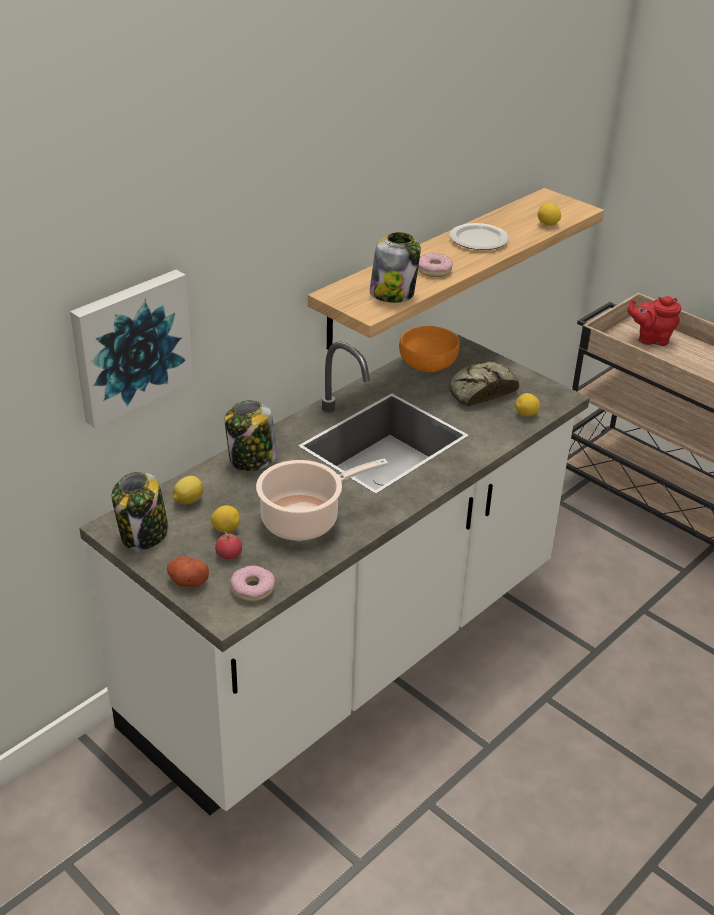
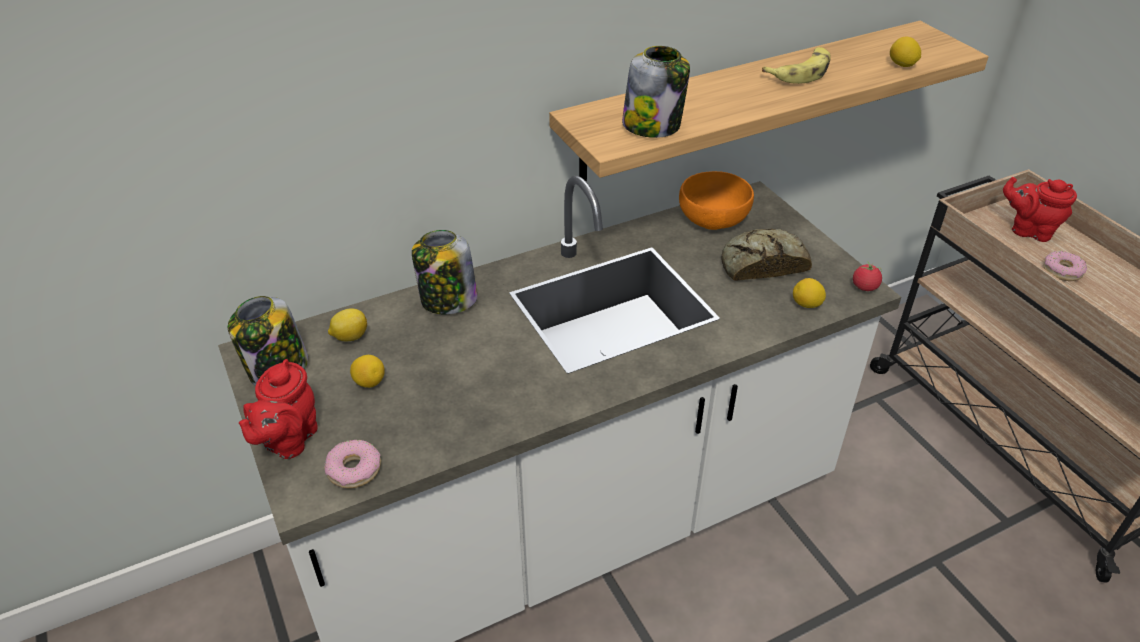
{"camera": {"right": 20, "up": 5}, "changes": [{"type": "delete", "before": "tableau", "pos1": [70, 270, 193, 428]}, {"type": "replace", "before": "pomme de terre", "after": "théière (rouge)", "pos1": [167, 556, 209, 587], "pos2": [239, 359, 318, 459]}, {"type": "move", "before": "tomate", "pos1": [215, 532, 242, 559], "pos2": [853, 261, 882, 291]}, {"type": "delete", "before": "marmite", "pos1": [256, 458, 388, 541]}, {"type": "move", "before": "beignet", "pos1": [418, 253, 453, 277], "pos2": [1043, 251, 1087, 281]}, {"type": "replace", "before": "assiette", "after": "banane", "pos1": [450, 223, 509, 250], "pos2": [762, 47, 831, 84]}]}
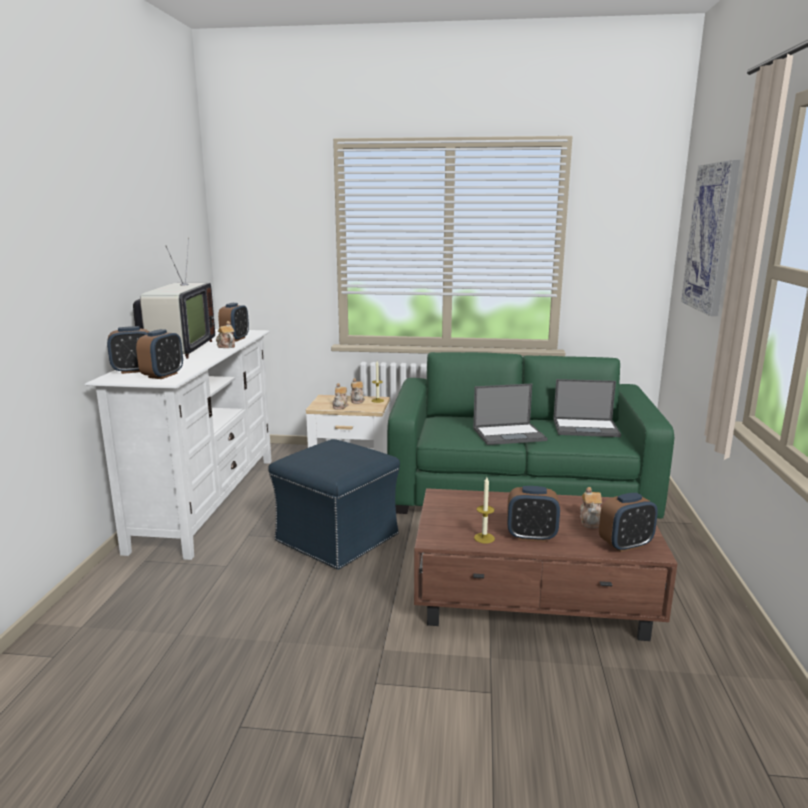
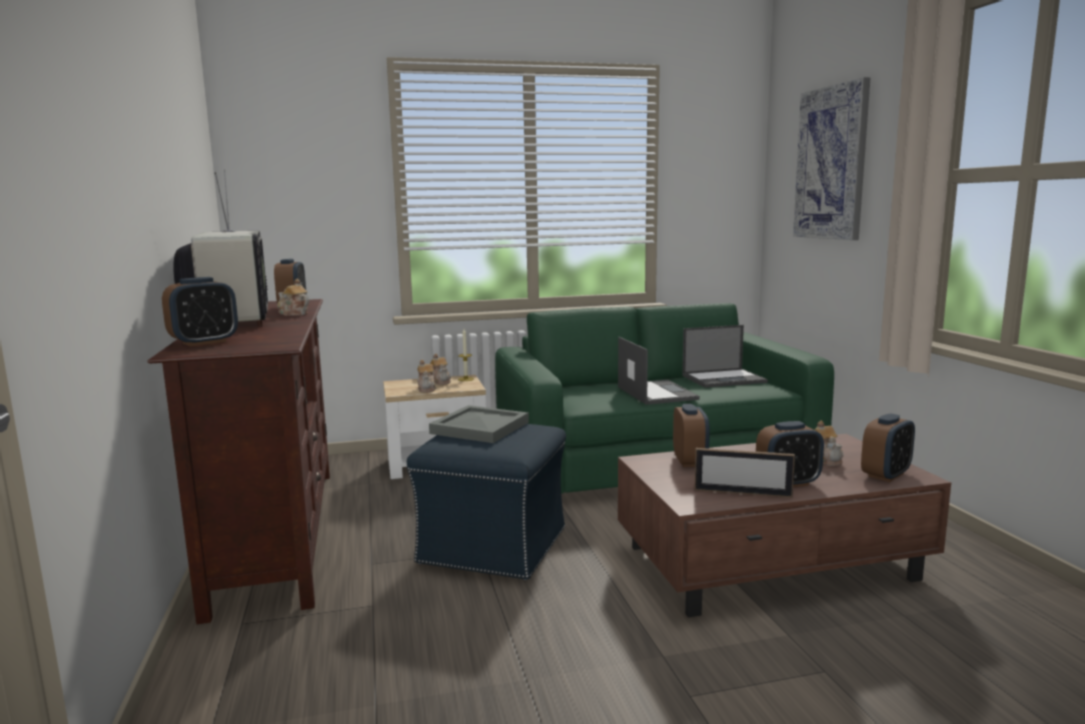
{"camera": {"right": -20, "up": -5}, "changes": [{"type": "recolor", "before": "meuble télé (blanc)", "after": "meuble télé (marron)", "pos1": [84, 329, 272, 560], "pos2": [147, 299, 330, 624]}, {"type": "move", "before": "réveil", "pos1": [136, 329, 183, 379], "pos2": [673, 404, 710, 467]}, {"type": "rotate", "before": "ordinateur portable", "pos1": [473, 384, 547, 445], "pos2": [618, 337, 700, 405], "turn": -75}, {"type": "replace", "before": "bougie", "after": "cadre photo", "pos1": [474, 477, 495, 543], "pos2": [694, 448, 795, 498]}, {"type": "insert", "after": "plateau (gris)", "pos2": [429, 405, 529, 443]}]}
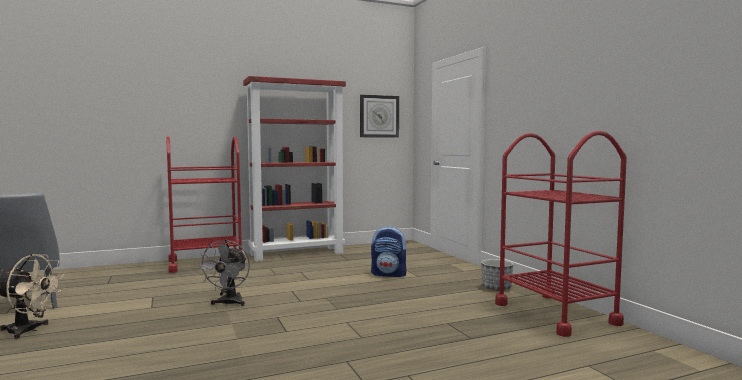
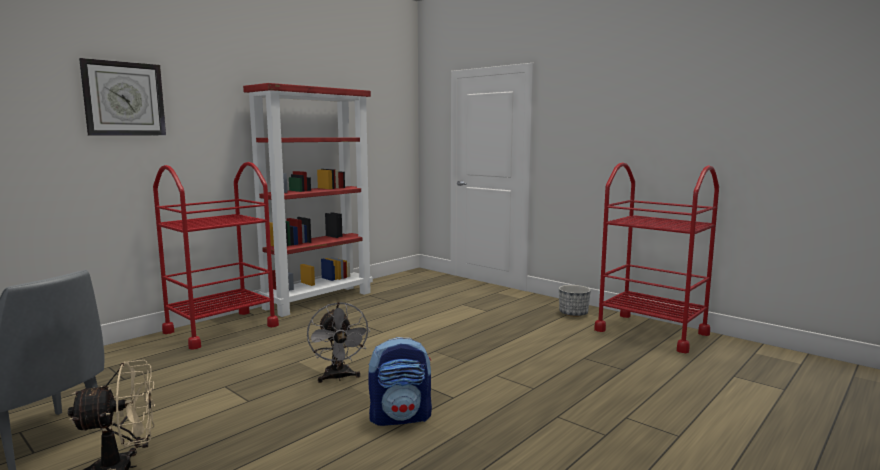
{"camera": {"right": -25, "up": 5}, "changes": [{"type": "move", "before": "horloge murale", "pos1": [360, 94, 399, 138], "pos2": [79, 58, 166, 135]}, {"type": "move", "before": "sac à dos", "pos1": [371, 226, 408, 277], "pos2": [368, 337, 432, 426]}]}
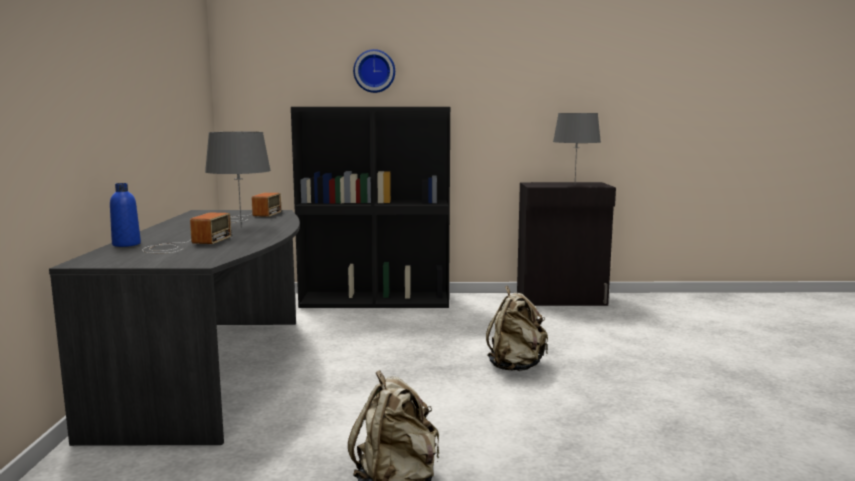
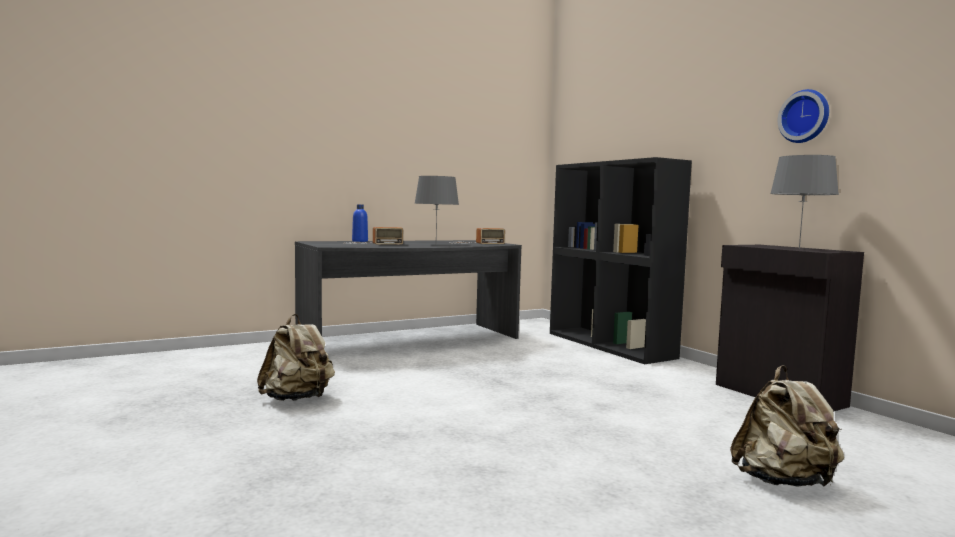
{"camera": {"right": 60, "up": -5}, "changes": [{"type": "move", "before": "horloge murale", "pos1": [353, 49, 395, 93], "pos2": [778, 89, 829, 143]}, {"type": "move", "before": "sac à dos (beige)", "pos1": [486, 286, 548, 371], "pos2": [730, 365, 844, 487]}]}
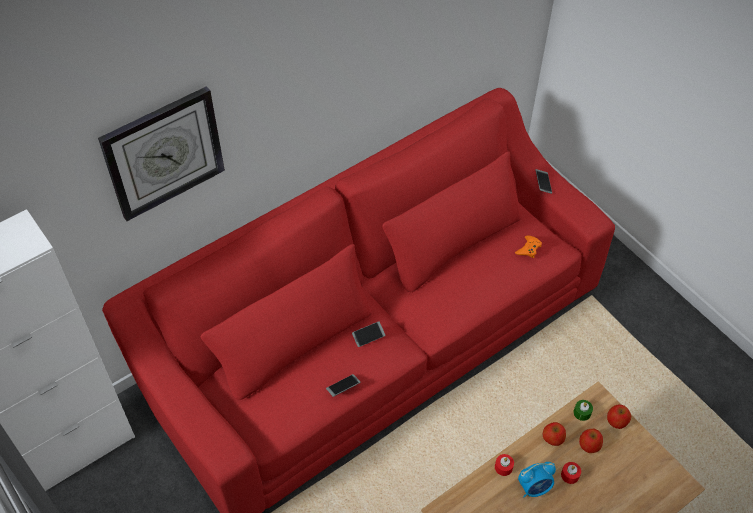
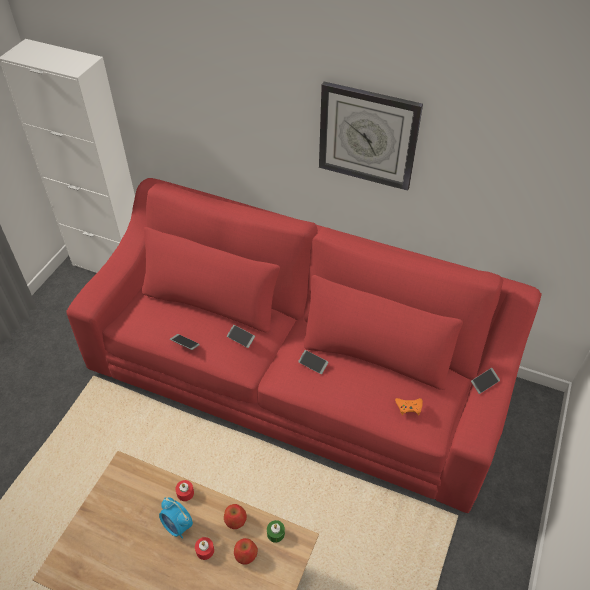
{"camera": {"right": 60, "up": -5}, "changes": [{"type": "move", "before": "horloge murale", "pos1": [98, 86, 225, 221], "pos2": [319, 82, 423, 191]}, {"type": "delete", "before": "pomme", "pos1": [607, 405, 631, 429]}, {"type": "insert", "after": "téléphone", "pos2": [298, 350, 328, 374]}]}
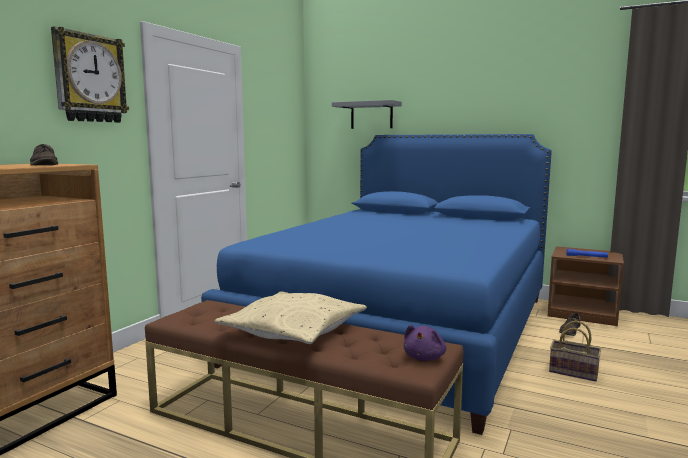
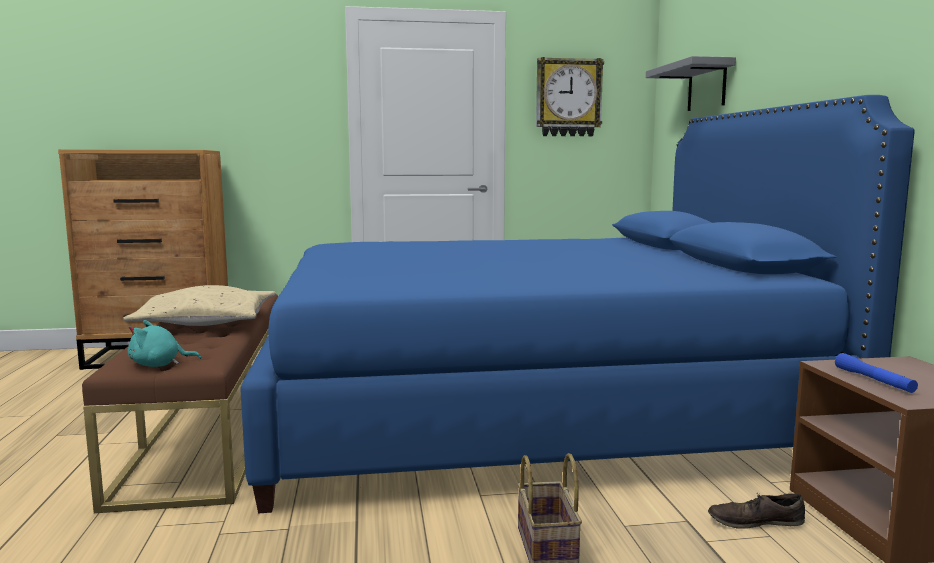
{"camera": {"right": 55, "up": 0}, "changes": [{"type": "delete", "before": "chaussure (marron)", "pos1": [30, 144, 58, 165]}, {"type": "move", "before": "horloge murale", "pos1": [51, 26, 129, 123], "pos2": [536, 57, 604, 136]}, {"type": "recolor", "before": "peluche (violet)", "after": "peluche (turquoise)", "pos1": [404, 325, 447, 361], "pos2": [128, 320, 201, 367]}]}
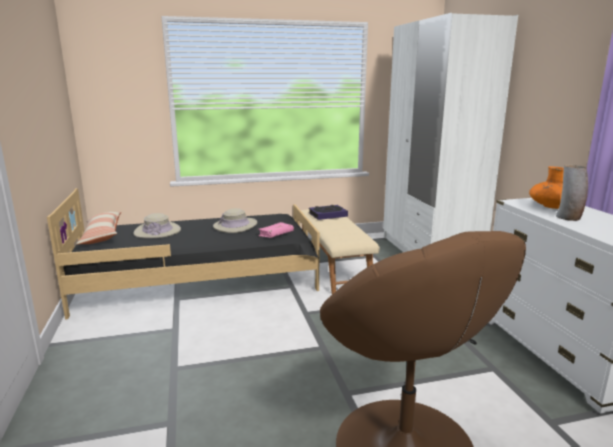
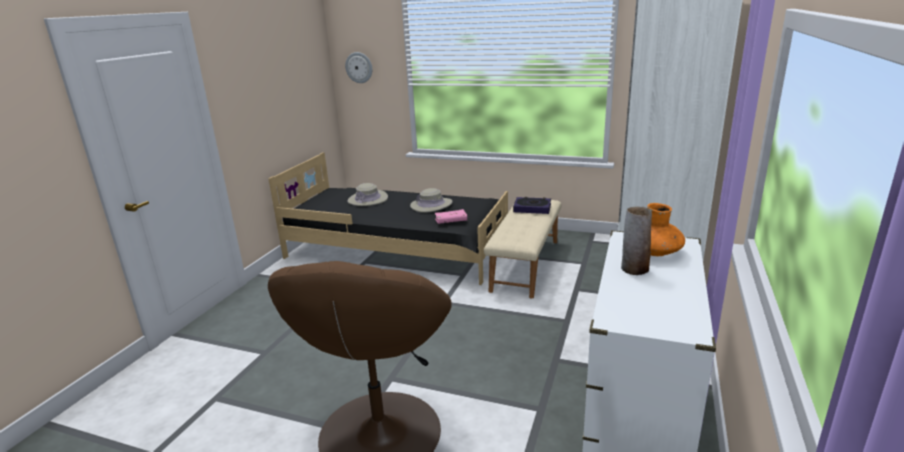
{"camera": {"right": 35, "up": 5}, "changes": [{"type": "delete", "before": "coussin", "pos1": [76, 212, 121, 245]}, {"type": "insert", "after": "horloge murale", "pos2": [345, 52, 372, 83]}]}
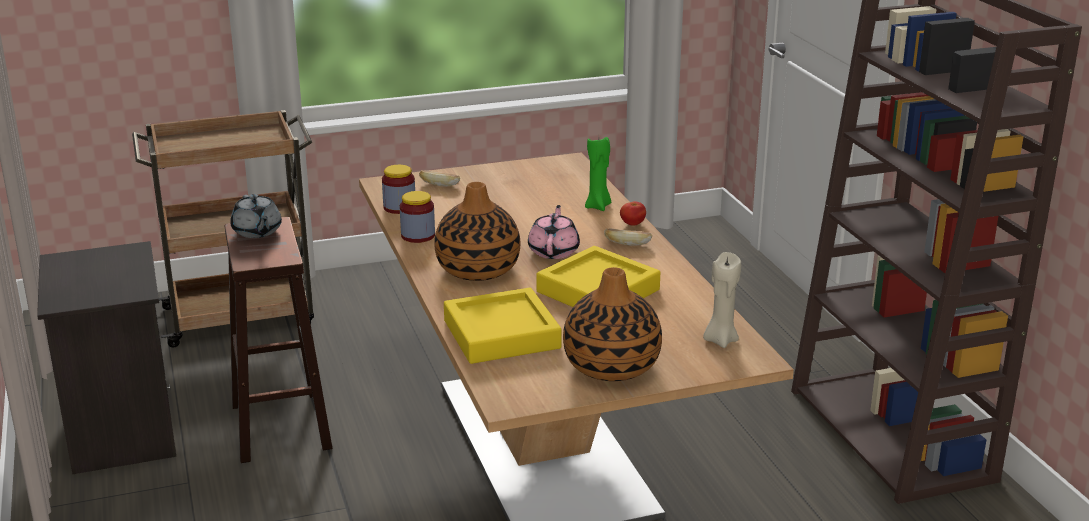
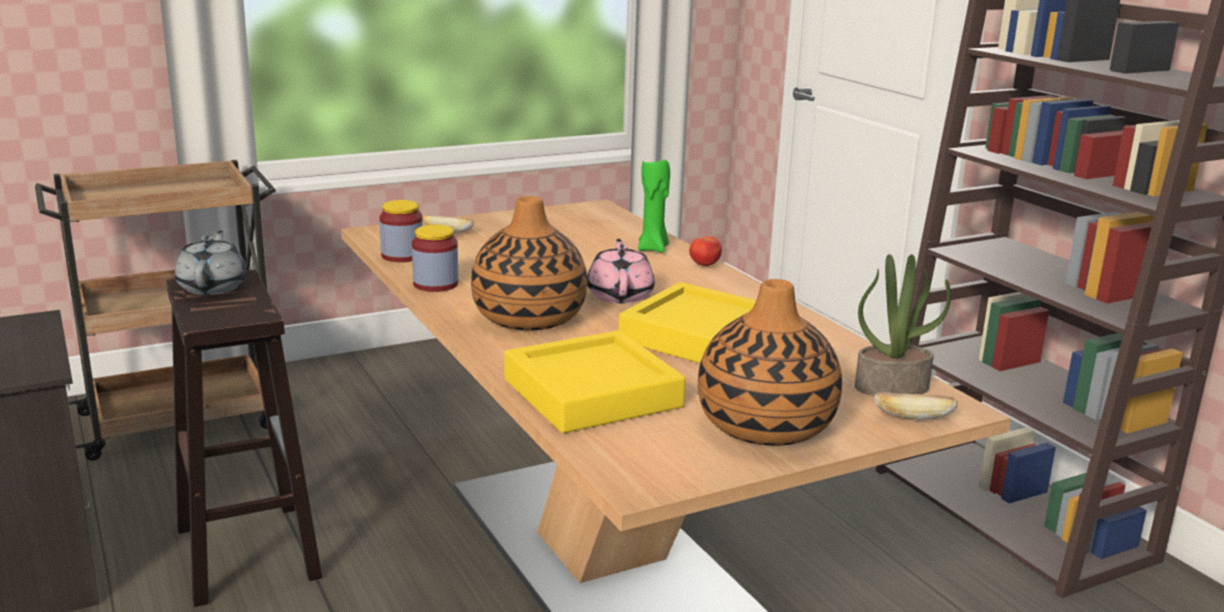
{"camera": {"right": -10, "up": -5}, "changes": [{"type": "rotate", "before": "théière (gris)", "pos1": [230, 194, 282, 238], "pos2": [175, 231, 247, 295], "turn": -150}, {"type": "move", "before": "pain", "pos1": [604, 229, 652, 246], "pos2": [874, 392, 958, 420]}, {"type": "replace", "before": "bougie (beige)", "after": "plante en pot", "pos1": [703, 252, 741, 348], "pos2": [855, 254, 951, 396]}]}
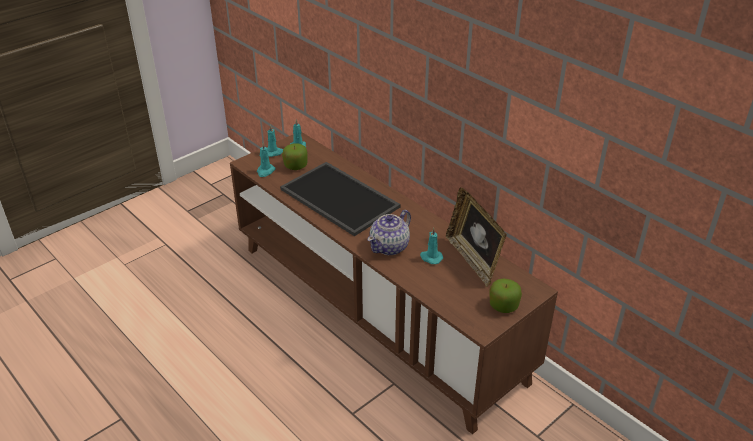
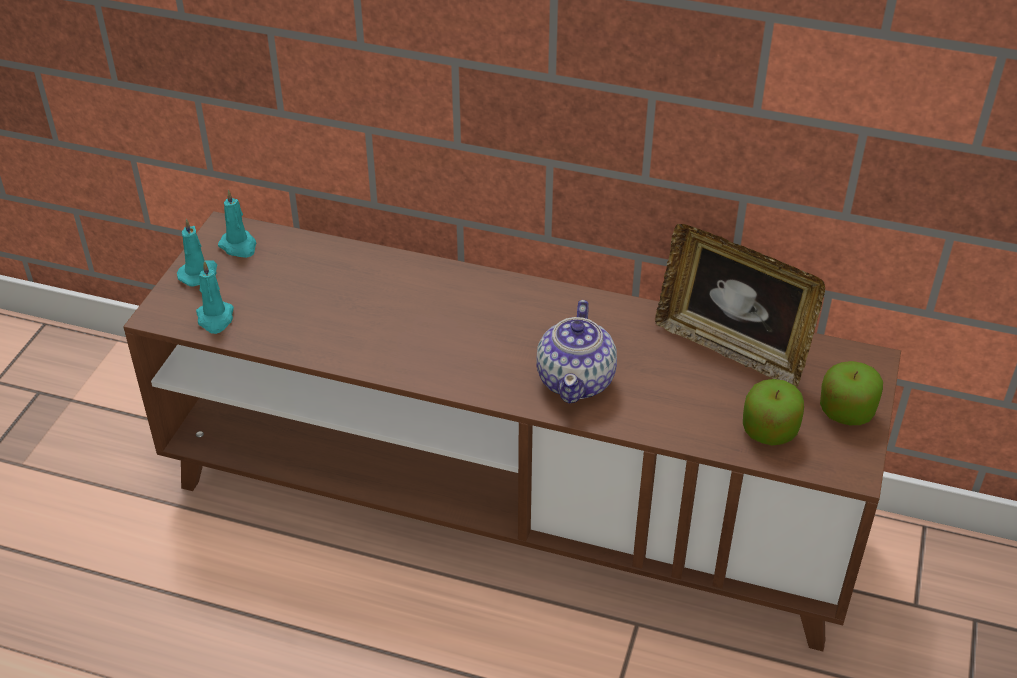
{"camera": {"right": -30, "up": 5}, "changes": [{"type": "delete", "before": "plateau", "pos1": [280, 162, 401, 236]}, {"type": "move", "before": "pomme", "pos1": [282, 143, 307, 170], "pos2": [743, 379, 804, 446]}, {"type": "delete", "before": "bougie (turquoise)", "pos1": [420, 227, 443, 264]}]}
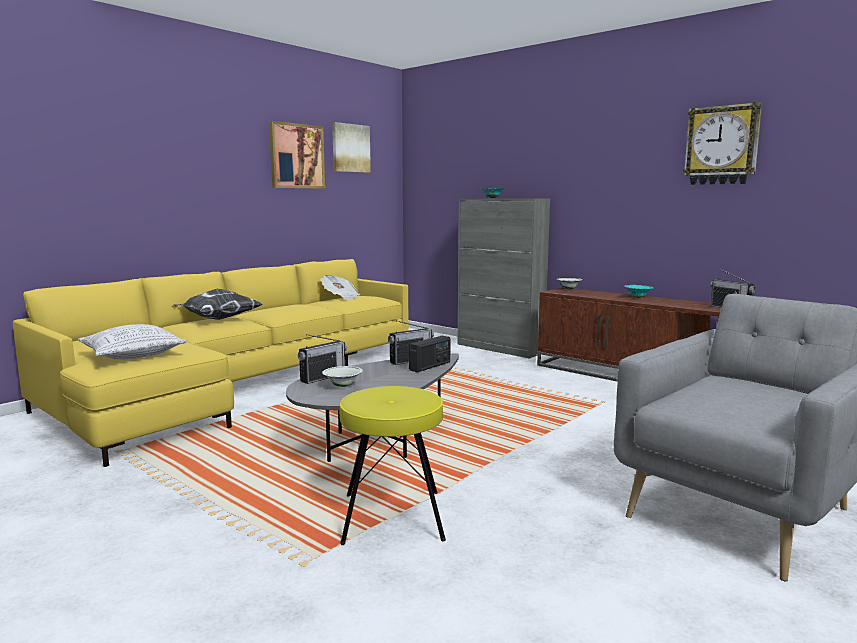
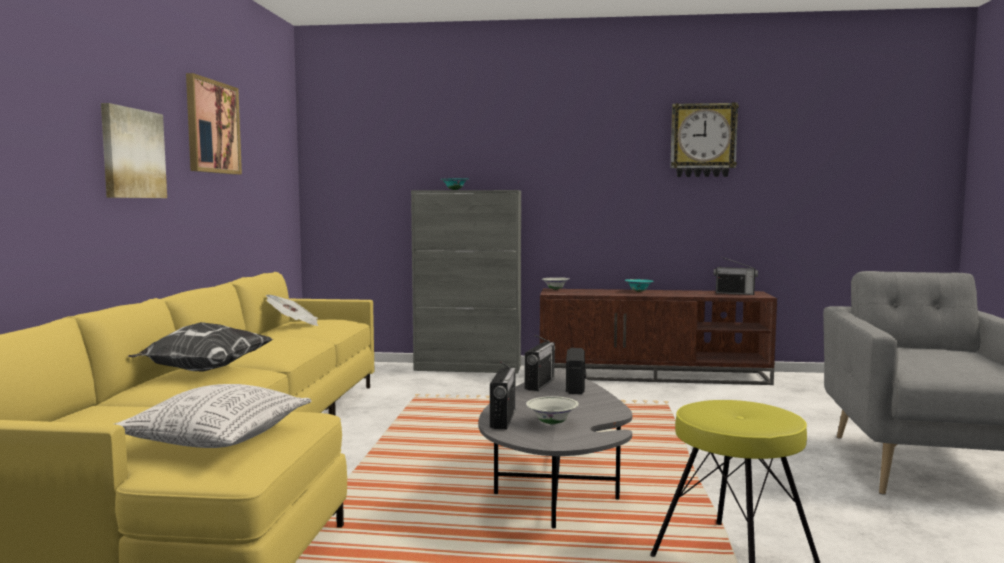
{"camera": {"right": -35, "up": -5}, "changes": [{"type": "move", "before": "tableau", "pos1": [332, 122, 371, 173], "pos2": [101, 103, 167, 198]}]}
